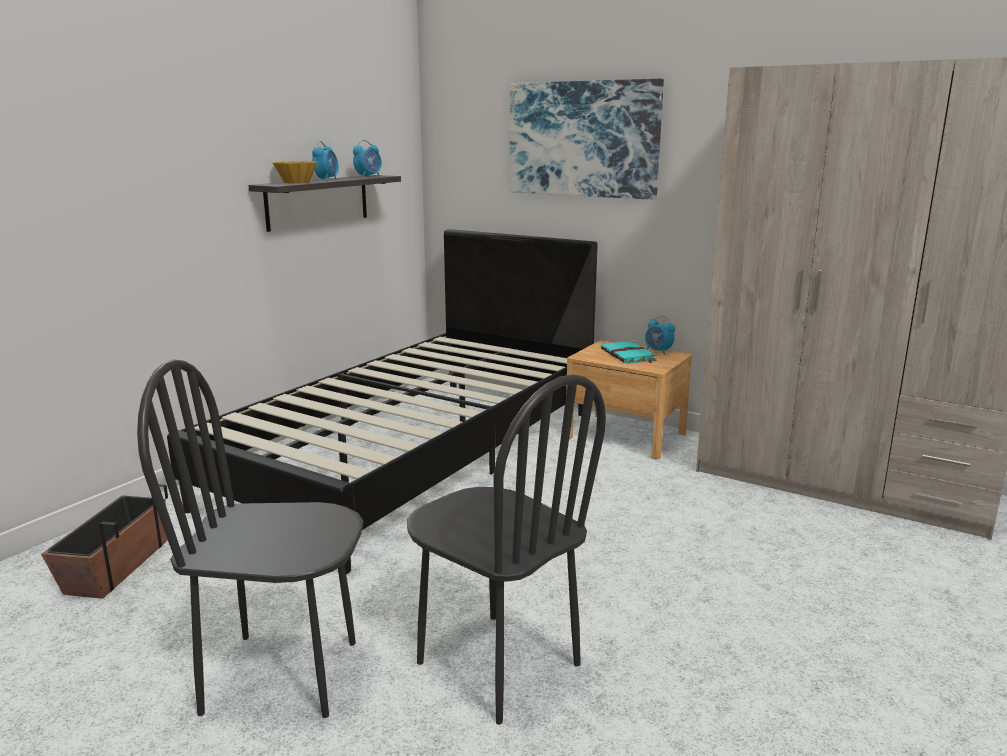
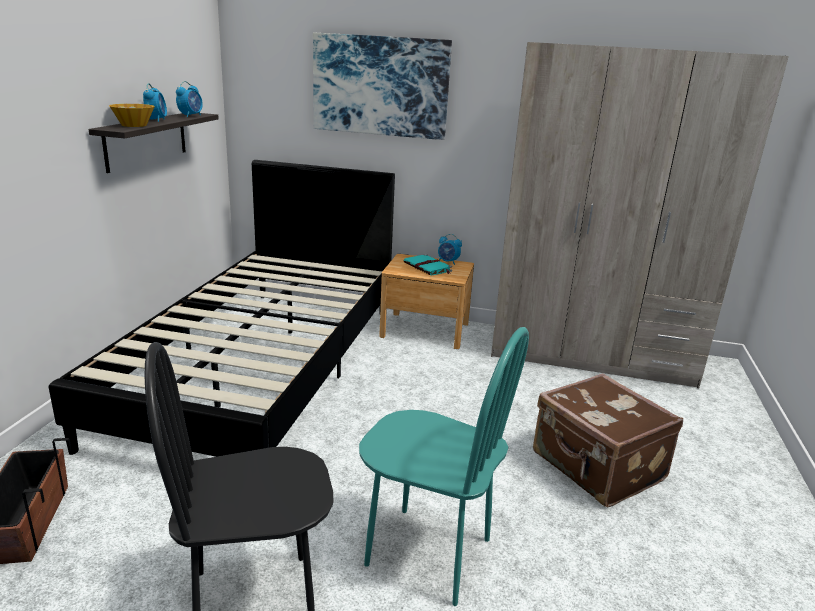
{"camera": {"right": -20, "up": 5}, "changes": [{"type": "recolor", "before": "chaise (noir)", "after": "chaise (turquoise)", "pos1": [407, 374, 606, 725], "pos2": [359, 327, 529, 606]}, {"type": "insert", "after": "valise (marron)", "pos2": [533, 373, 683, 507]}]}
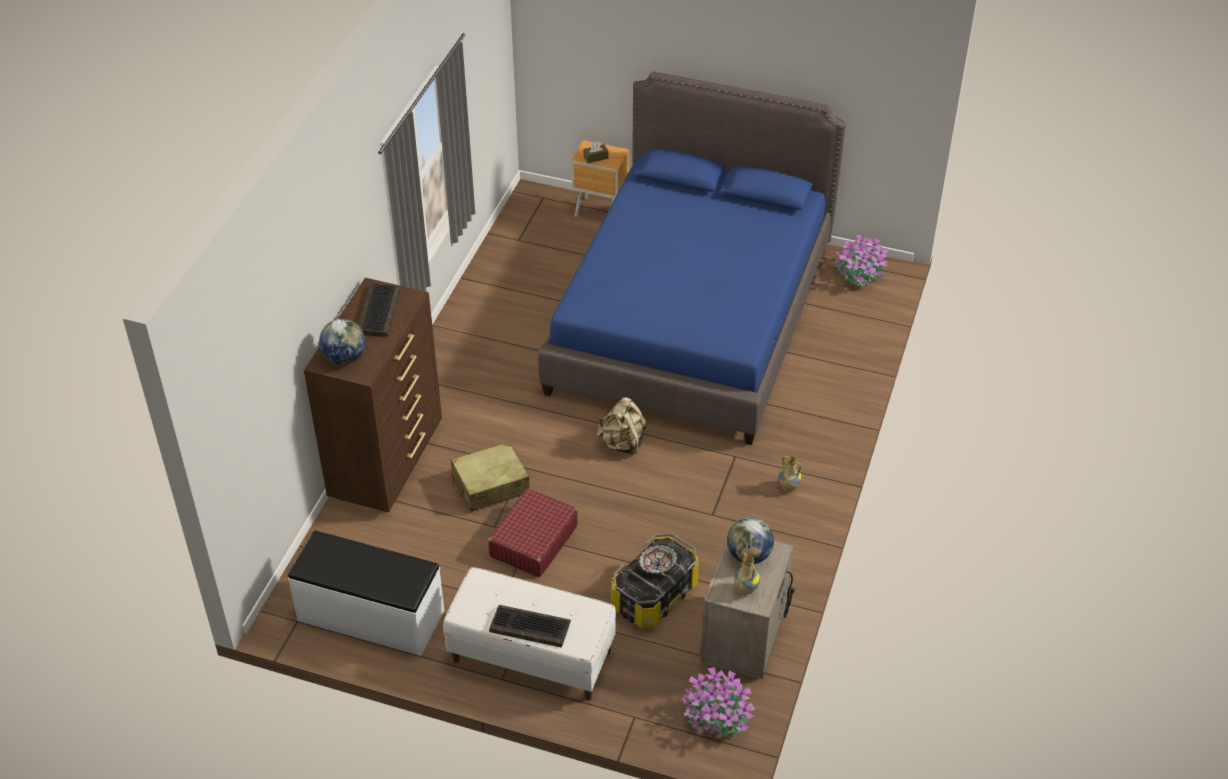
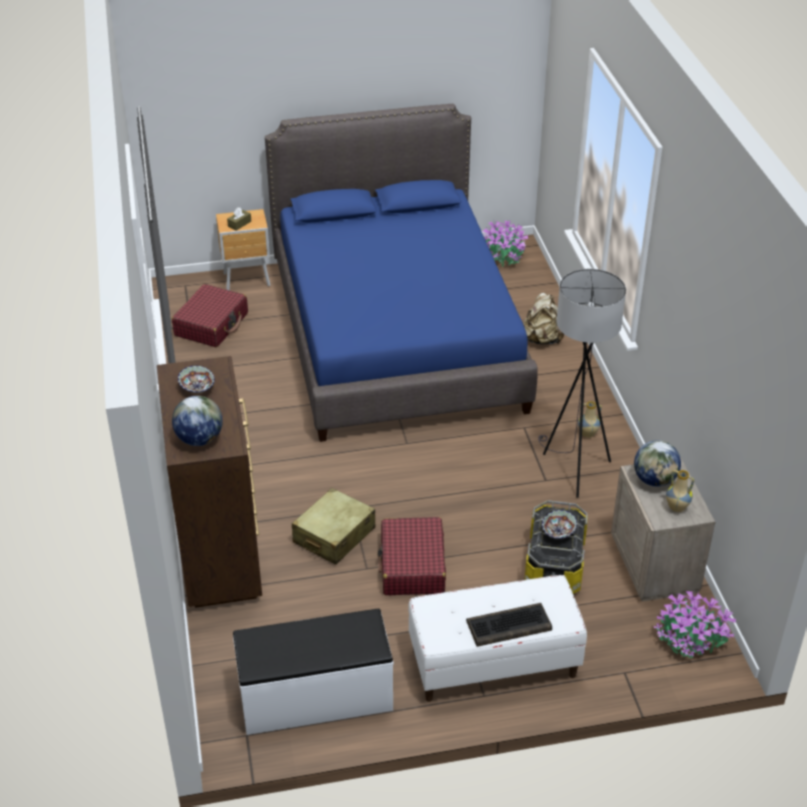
{"camera": {"right": -30, "up": -5}, "changes": [{"type": "replace", "before": "clavier", "after": "bol", "pos1": [358, 283, 401, 337], "pos2": [178, 366, 215, 393]}, {"type": "move", "before": "sac à dos (beige)", "pos1": [597, 397, 647, 456], "pos2": [523, 293, 564, 345]}, {"type": "insert", "after": "valise (rouge)", "pos2": [172, 284, 248, 347]}, {"type": "insert", "after": "lampadaire (gris)", "pos2": [538, 269, 626, 498]}]}
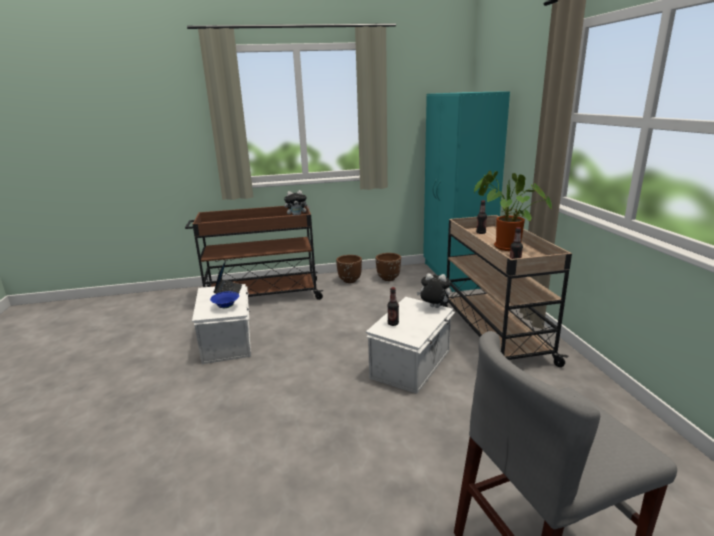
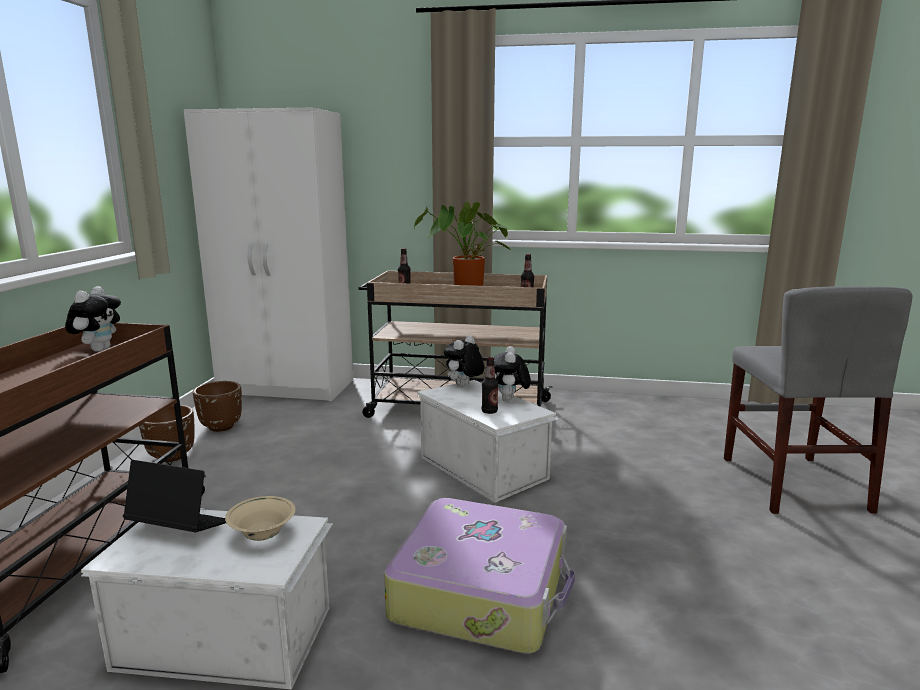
{"camera": {"right": -70, "up": -5}, "changes": [{"type": "recolor", "before": "bol (bleu)", "after": "bol (beige)", "pos1": [210, 291, 239, 308], "pos2": [225, 496, 296, 541]}, {"type": "recolor", "before": "armoire (turquoise)", "after": "armoire (blanc)", "pos1": [423, 91, 510, 292], "pos2": [184, 108, 353, 401]}, {"type": "insert", "after": "valise", "pos2": [384, 498, 575, 654]}, {"type": "insert", "after": "peluche", "pos2": [494, 346, 531, 401]}]}
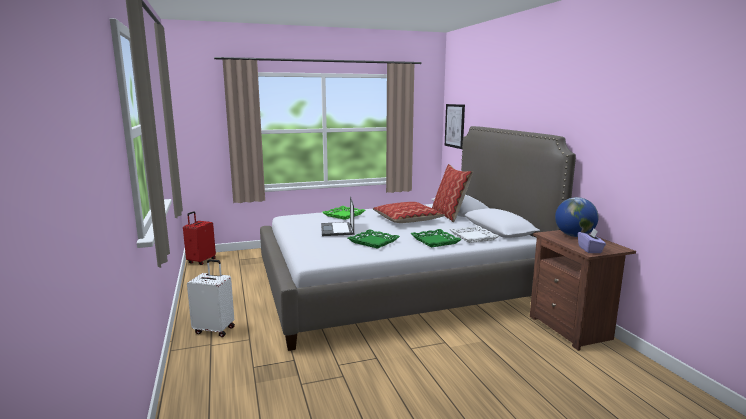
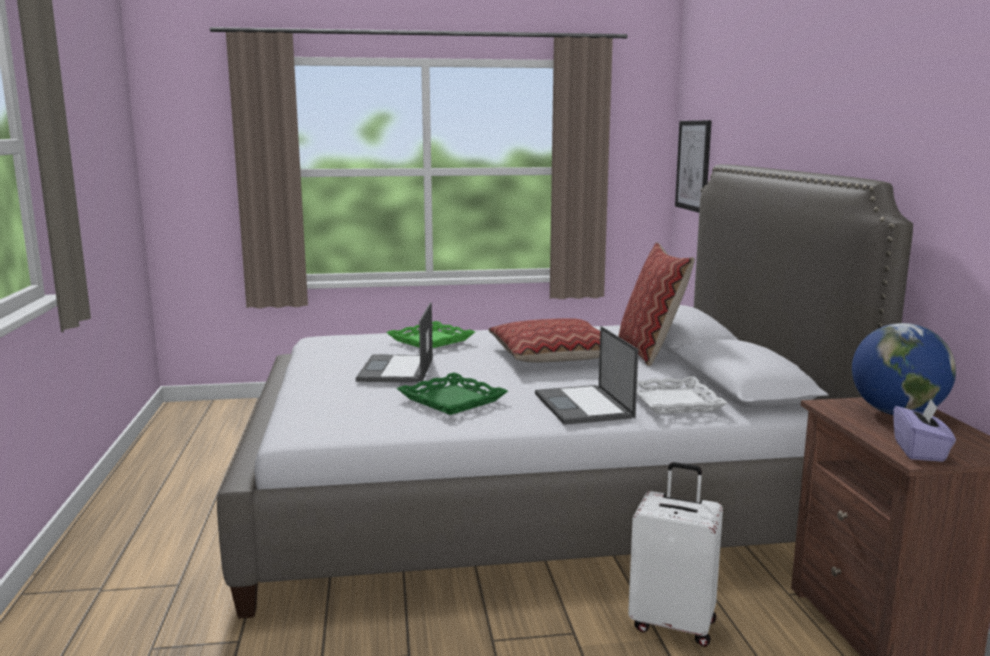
{"camera": {"right": 10, "up": 0}, "changes": [{"type": "delete", "before": "valise (rouge)", "pos1": [183, 211, 216, 265]}, {"type": "move", "before": "valise (blanc)", "pos1": [187, 259, 235, 337], "pos2": [628, 462, 723, 647]}, {"type": "replace", "before": "plateau (vert)", "after": "ordinateur portable", "pos1": [410, 229, 462, 248], "pos2": [535, 326, 639, 425]}]}
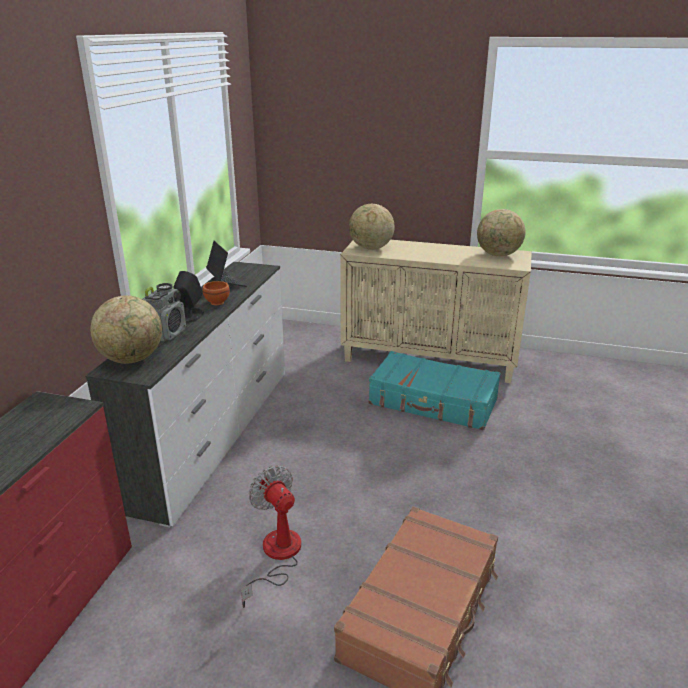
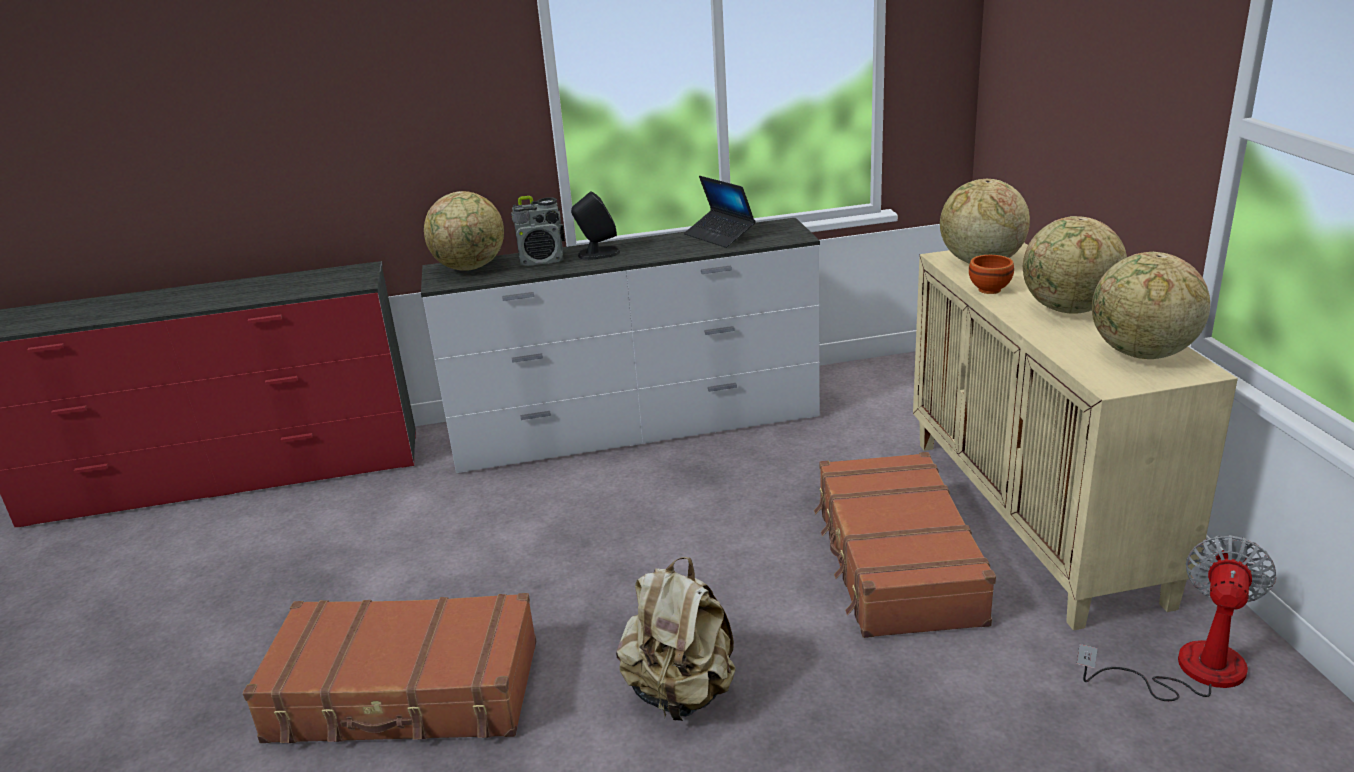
{"camera": {"right": 65, "up": 0}, "changes": [{"type": "move", "before": "bol (marron)", "pos1": [203, 281, 230, 305], "pos2": [969, 255, 1014, 294]}, {"type": "rotate", "before": "ordinateur portable", "pos1": [206, 241, 247, 287], "pos2": [684, 176, 756, 248], "turn": 105}, {"type": "move", "before": "ventilateur", "pos1": [241, 466, 301, 608], "pos2": [1077, 535, 1277, 701]}, {"type": "recolor", "before": "valise (turquoise)", "after": "valise (marron)", "pos1": [369, 351, 501, 430], "pos2": [814, 452, 996, 638]}, {"type": "insert", "after": "sac à dos (beige)", "pos2": [616, 557, 736, 721]}, {"type": "insert", "after": "globe", "pos2": [1023, 216, 1127, 314]}]}
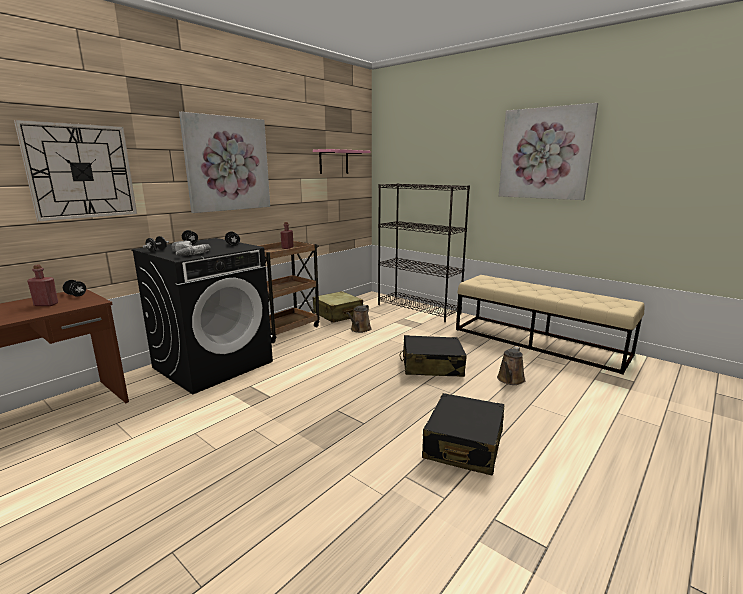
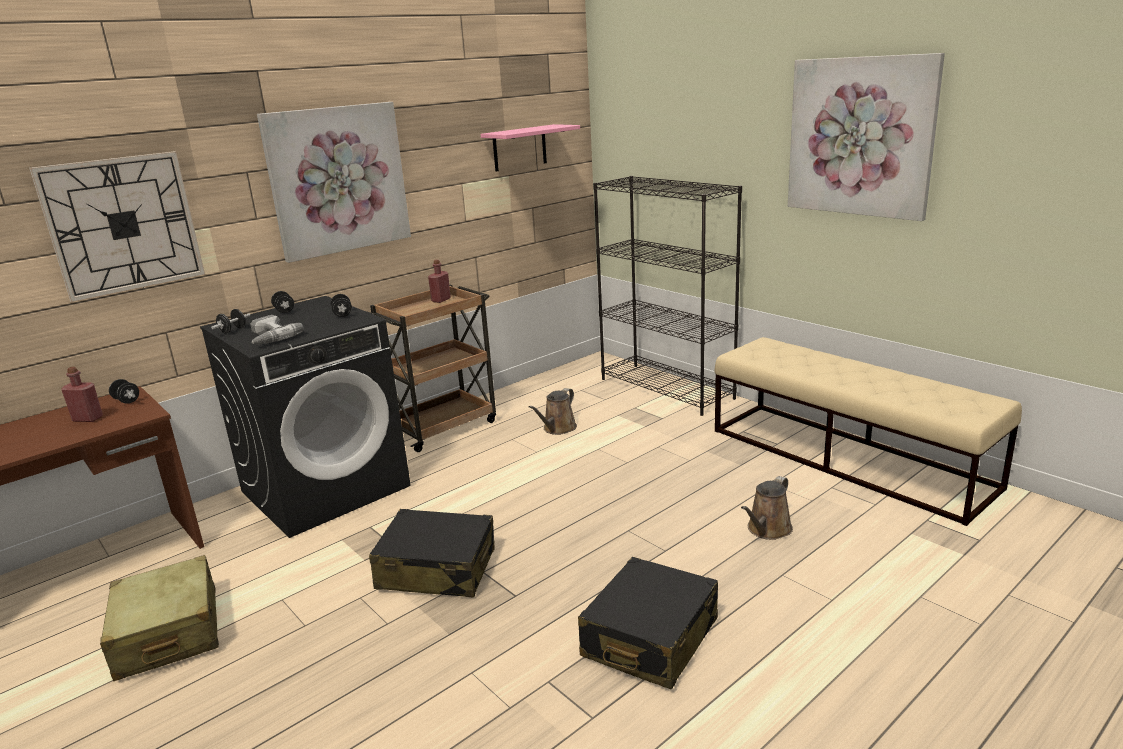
{"camera": {"right": 10, "up": 5}, "changes": [{"type": "move", "before": "valise (beige)", "pos1": [313, 291, 363, 323], "pos2": [100, 555, 219, 681]}, {"type": "move", "before": "valise (noir)", "pos1": [400, 335, 467, 377], "pos2": [369, 509, 495, 597]}]}
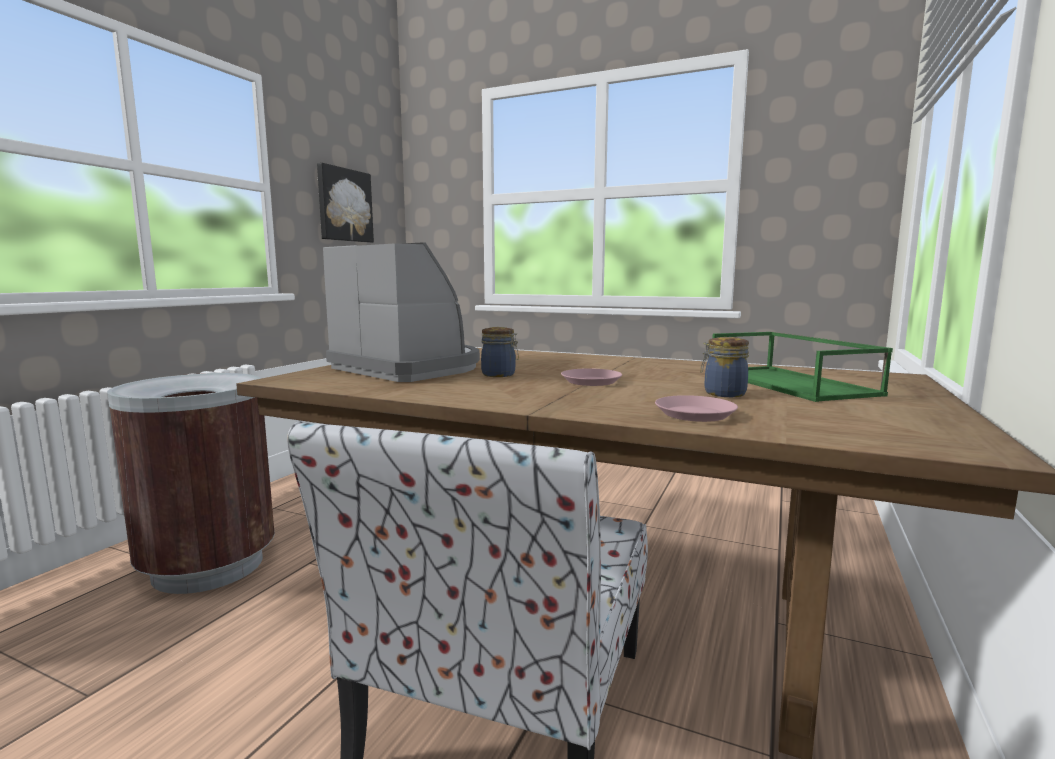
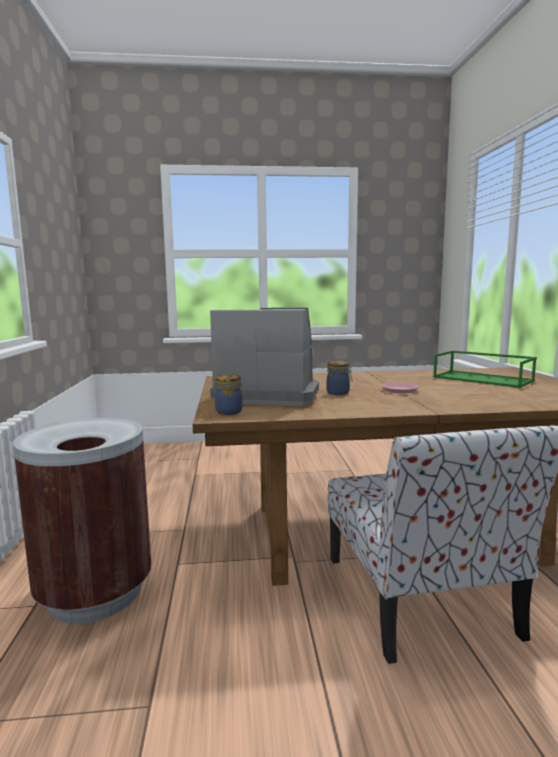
{"camera": {"right": -30, "up": 0}, "changes": [{"type": "delete", "before": "tableau", "pos1": [317, 163, 374, 243]}, {"type": "delete", "before": "assiette (rose)", "pos1": [655, 395, 738, 422]}, {"type": "move", "before": "bocal", "pos1": [700, 337, 749, 397], "pos2": [212, 374, 242, 415]}]}
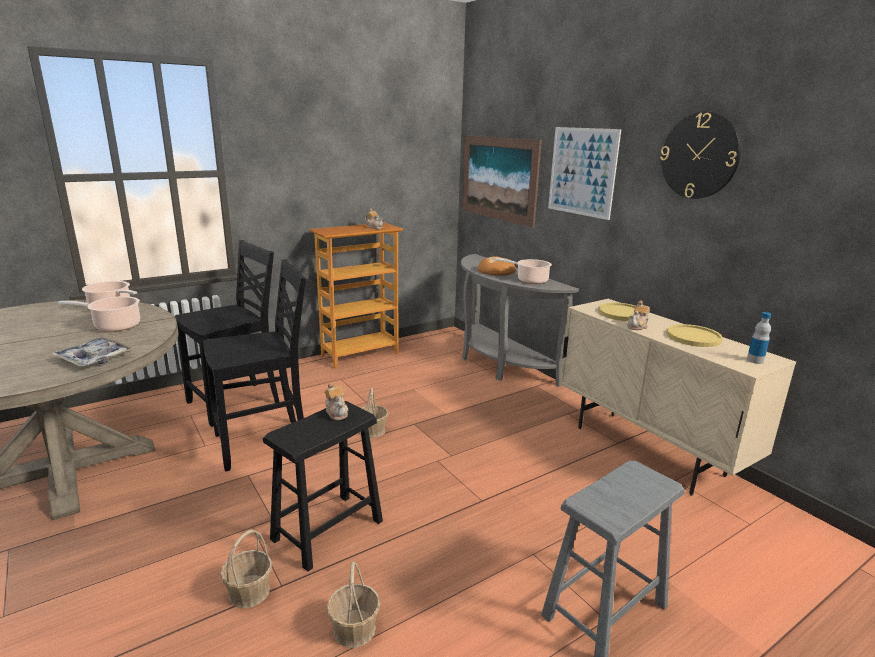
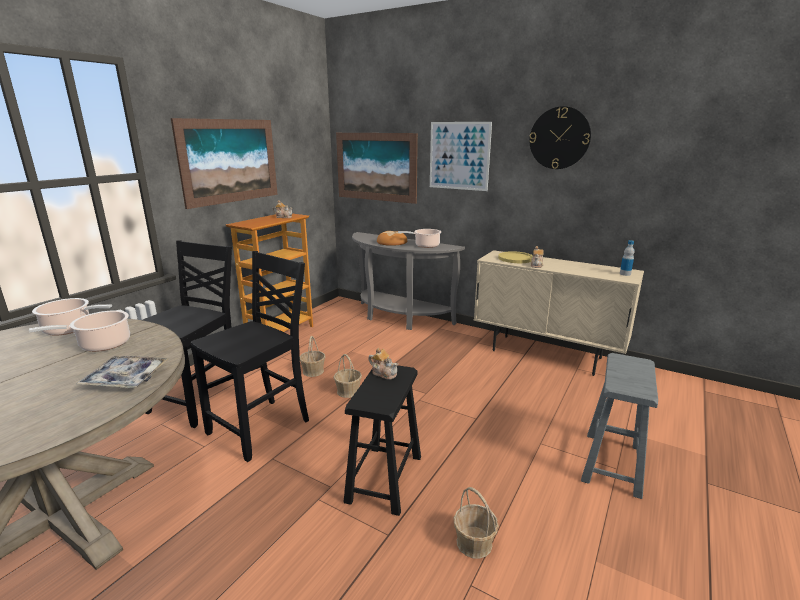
{"camera": {"right": -25, "up": 0}, "changes": [{"type": "move", "before": "panier", "pos1": [220, 530, 272, 608], "pos2": [300, 336, 325, 377]}, {"type": "delete", "before": "assiette (jaune)", "pos1": [667, 324, 723, 347]}, {"type": "insert", "after": "tableau", "pos2": [171, 118, 278, 209]}]}
